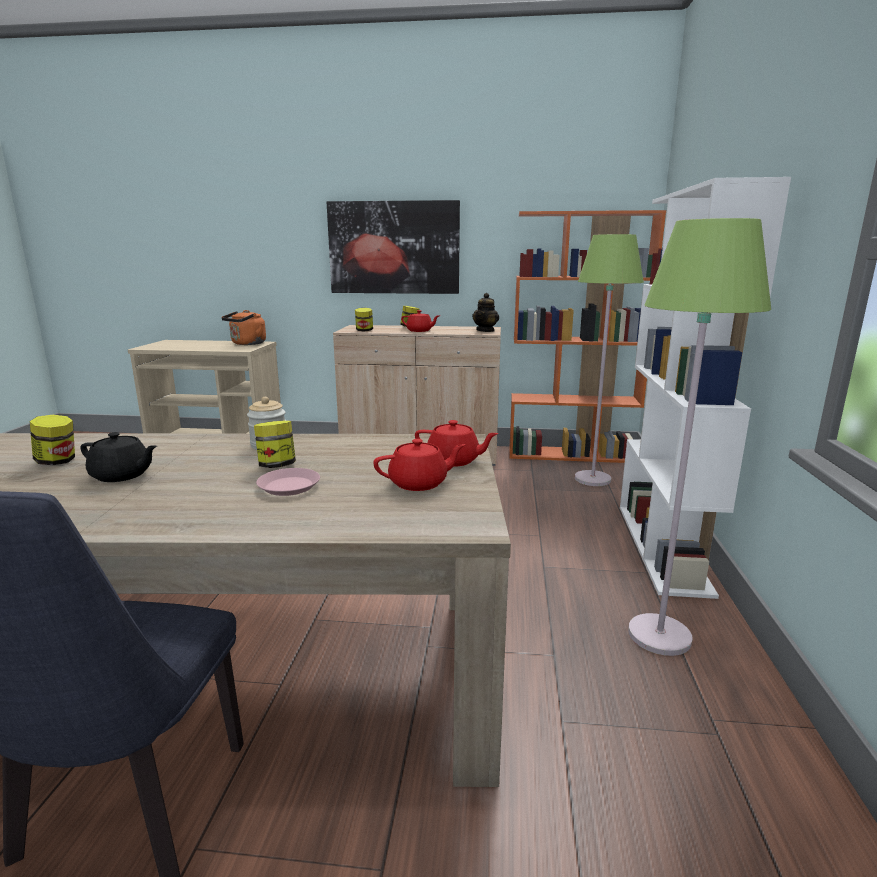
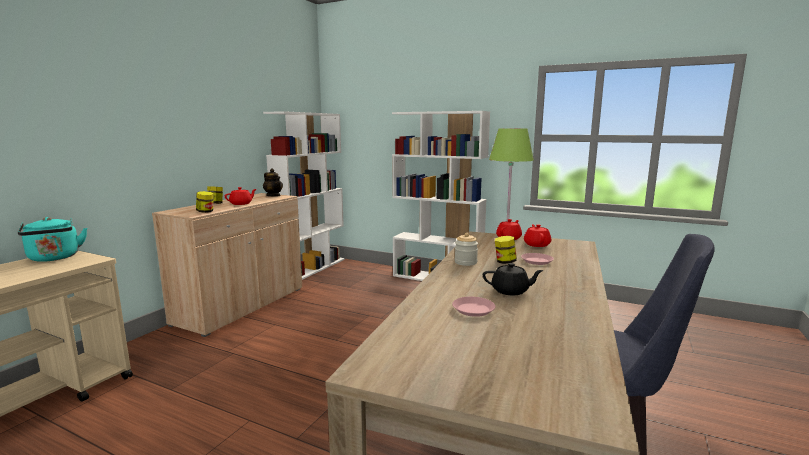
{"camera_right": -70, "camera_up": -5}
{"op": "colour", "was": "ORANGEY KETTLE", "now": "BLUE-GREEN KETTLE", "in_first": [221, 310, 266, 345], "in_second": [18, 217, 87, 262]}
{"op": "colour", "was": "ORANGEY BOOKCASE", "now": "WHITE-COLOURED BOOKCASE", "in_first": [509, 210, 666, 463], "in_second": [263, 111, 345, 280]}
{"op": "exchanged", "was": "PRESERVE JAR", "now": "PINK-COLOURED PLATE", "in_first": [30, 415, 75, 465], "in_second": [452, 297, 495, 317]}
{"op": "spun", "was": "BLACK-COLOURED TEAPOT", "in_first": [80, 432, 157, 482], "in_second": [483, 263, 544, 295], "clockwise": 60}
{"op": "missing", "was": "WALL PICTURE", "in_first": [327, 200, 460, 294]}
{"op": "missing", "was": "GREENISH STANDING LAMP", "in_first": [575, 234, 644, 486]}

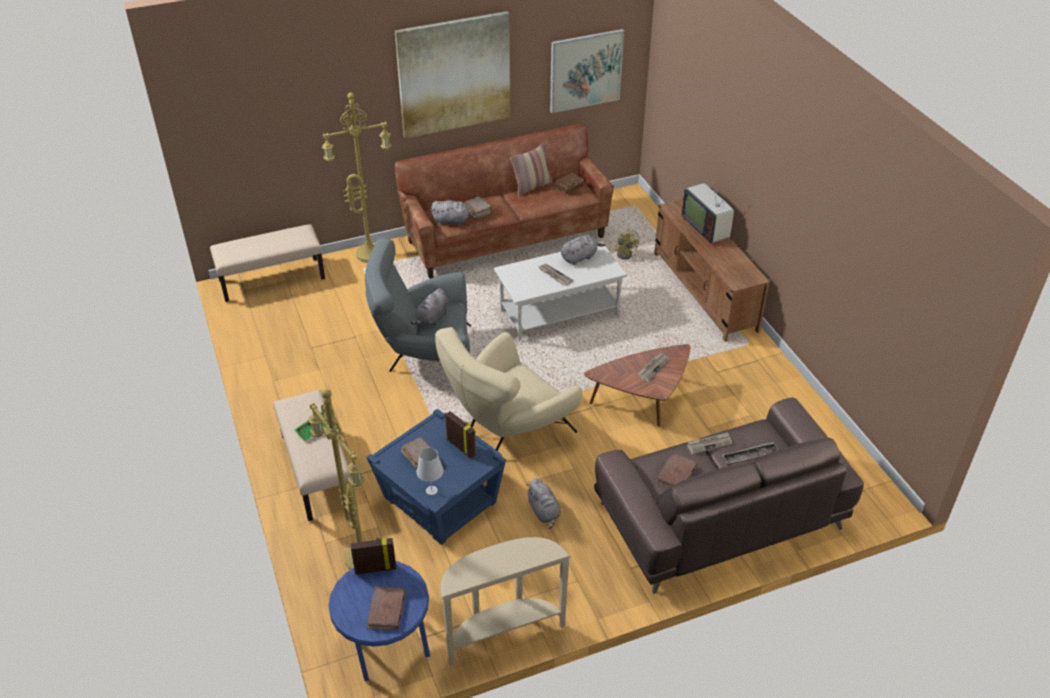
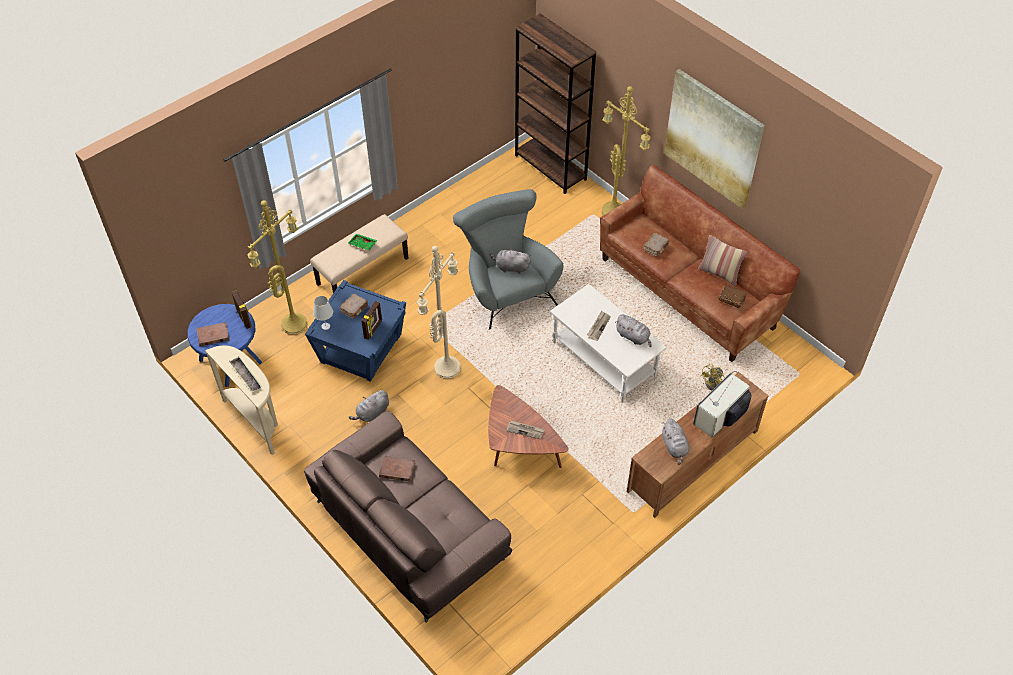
{"camera_right": 70, "camera_up": 10}
{"op": "relocated", "was": "TRAY", "in_first": [722, 442, 779, 465], "in_second": [229, 356, 262, 391]}
{"op": "exchanged", "was": "BEIGE ARMCHAIR", "now": "BEIGE STANDING LAMP", "in_first": [435, 327, 582, 451], "in_second": [417, 246, 461, 379]}
{"op": "exchanged", "was": "BEIGE INDOOR BENCH", "now": "BROWNISH BOOKCASE", "in_first": [210, 224, 325, 302], "in_second": [515, 13, 597, 194]}
{"op": "relocated", "was": "GREYISH CUDDLY TOY", "in_first": [431, 200, 476, 226], "in_second": [662, 418, 689, 465]}
{"op": "missing", "was": "WALL PICTURE", "in_first": [550, 29, 624, 113]}
{"op": "missing", "was": "DAILY PAPER", "in_first": [687, 432, 732, 455]}

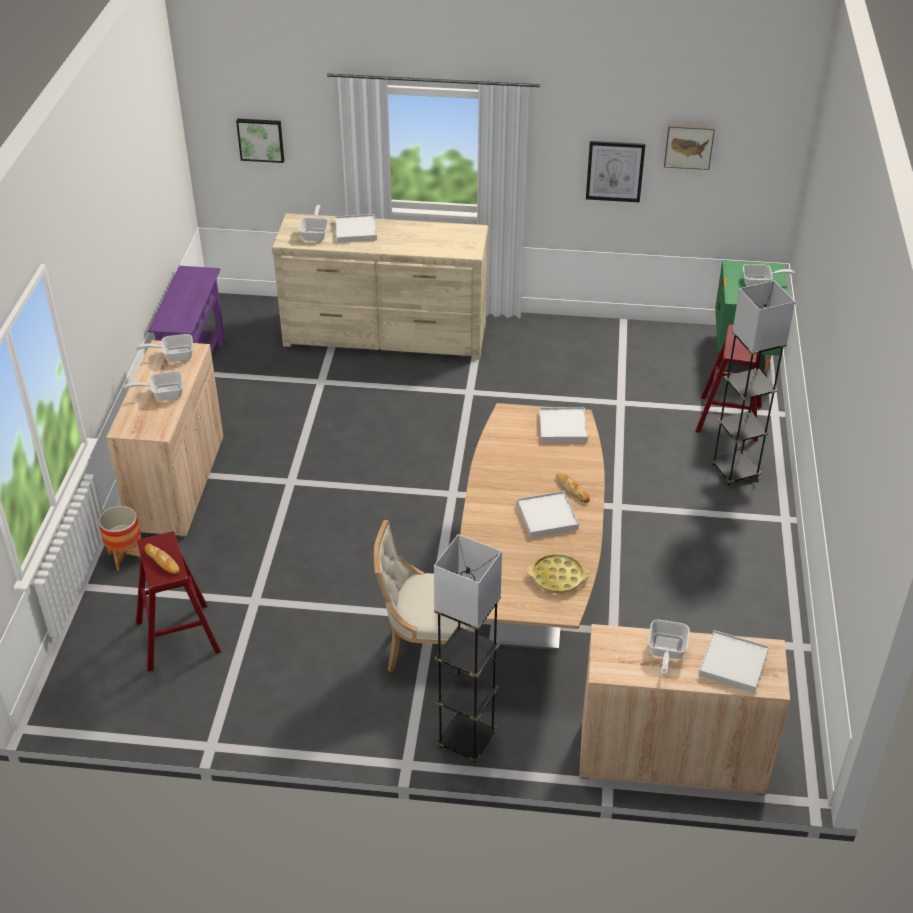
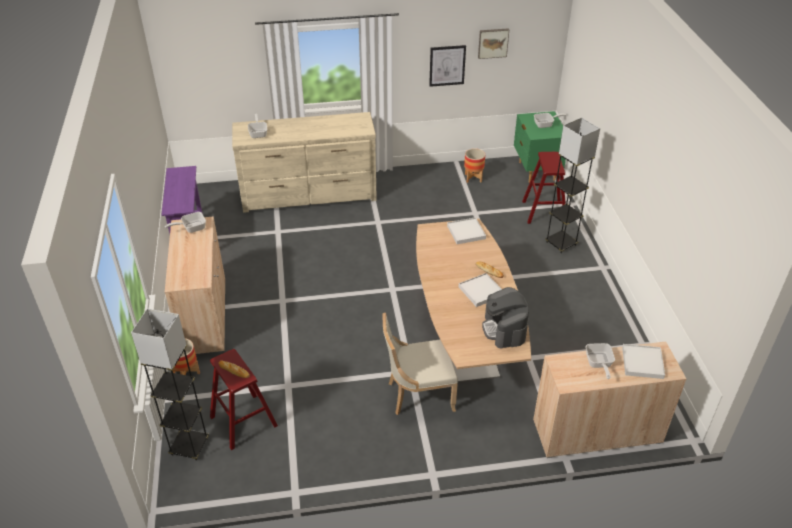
{"camera_right": -15, "camera_up": 0}
{"op": "relocated", "was": "GREYISH STANDING LAMP", "in_first": [434, 534, 502, 763], "in_second": [131, 309, 209, 460]}
{"op": "appeared", "now": "PLANT POT", "in_second": [464, 148, 485, 183]}
{"op": "exchanged", "was": "YELLOWISH TRAY", "now": "COFFEE BREWER", "in_first": [527, 553, 589, 593], "in_second": [482, 287, 529, 348]}
{"op": "missing", "was": "FRYING PAN", "in_first": [124, 371, 184, 401]}
{"op": "missing", "was": "WALL PICTURE", "in_first": [236, 119, 284, 163]}
{"op": "missing", "was": "WHITE-COLOURED TRAY", "in_first": [335, 214, 377, 243]}

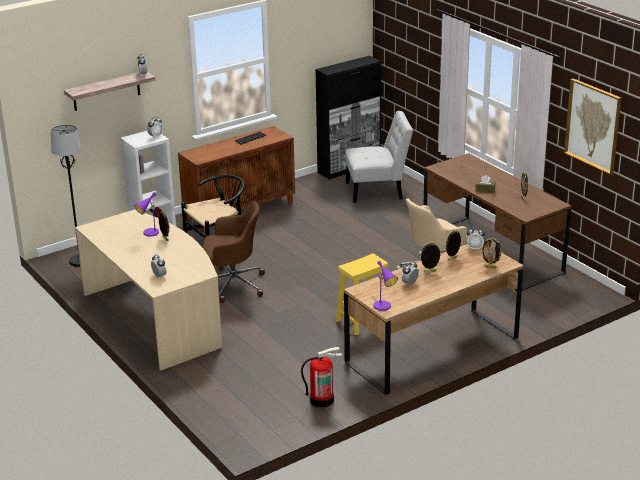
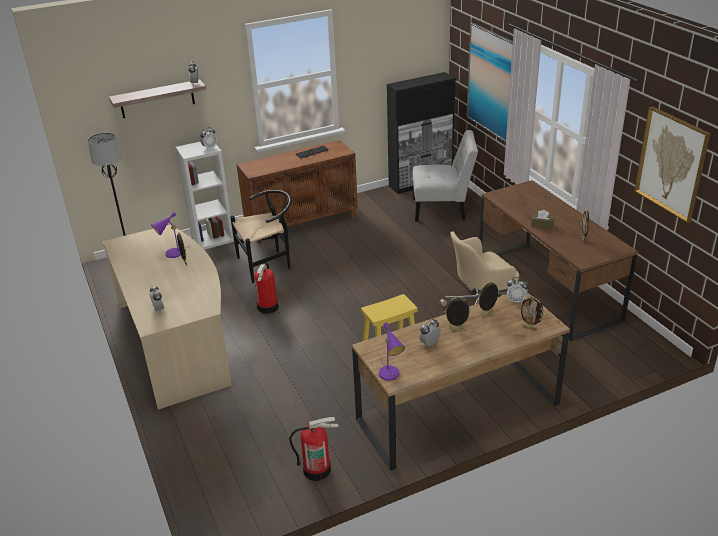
{"camera_right": 10, "camera_up": 5}
{"op": "exchanged", "was": "BROWNISH COMPUTER CHAIR", "now": "FIRE EXTINGUISHER", "in_first": [203, 201, 265, 303], "in_second": [254, 262, 279, 314]}
{"op": "appeared", "now": "WALL PICTURE", "in_second": [467, 23, 513, 142]}

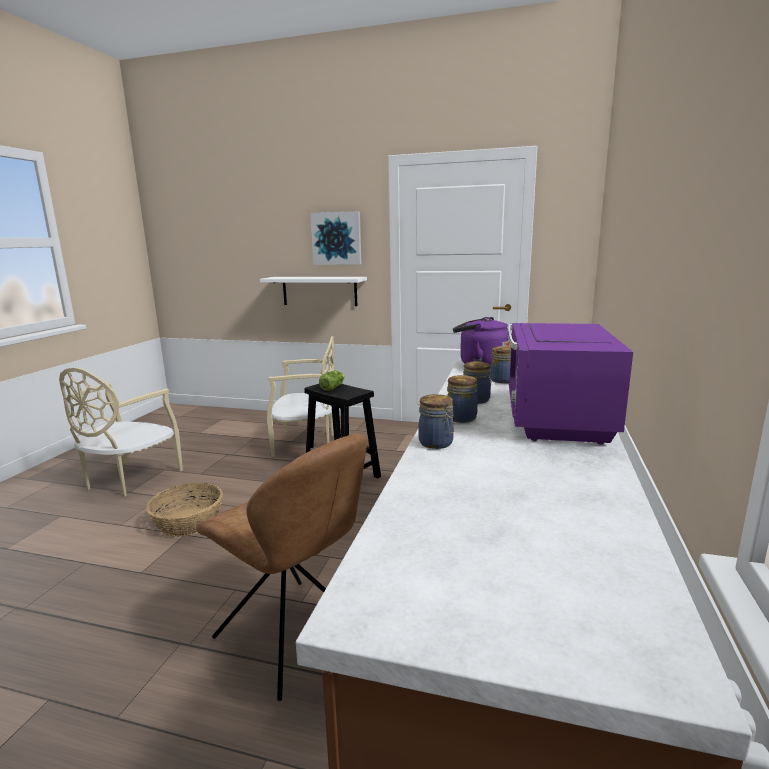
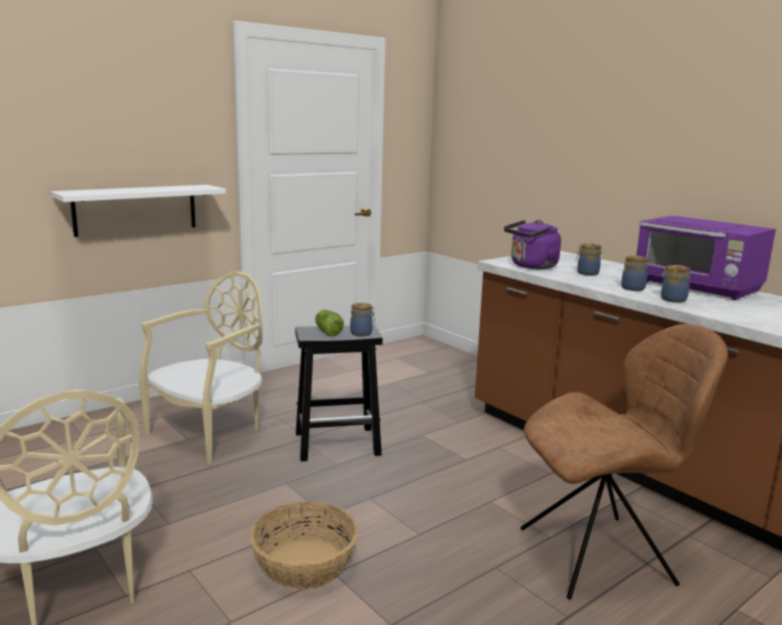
{"camera_right": -55, "camera_up": 0}
{"op": "relocated", "was": "PRESERVE JAR", "in_first": [418, 394, 454, 449], "in_second": [350, 303, 375, 336]}
{"op": "missing", "was": "WALL PICTURE", "in_first": [310, 211, 361, 265]}

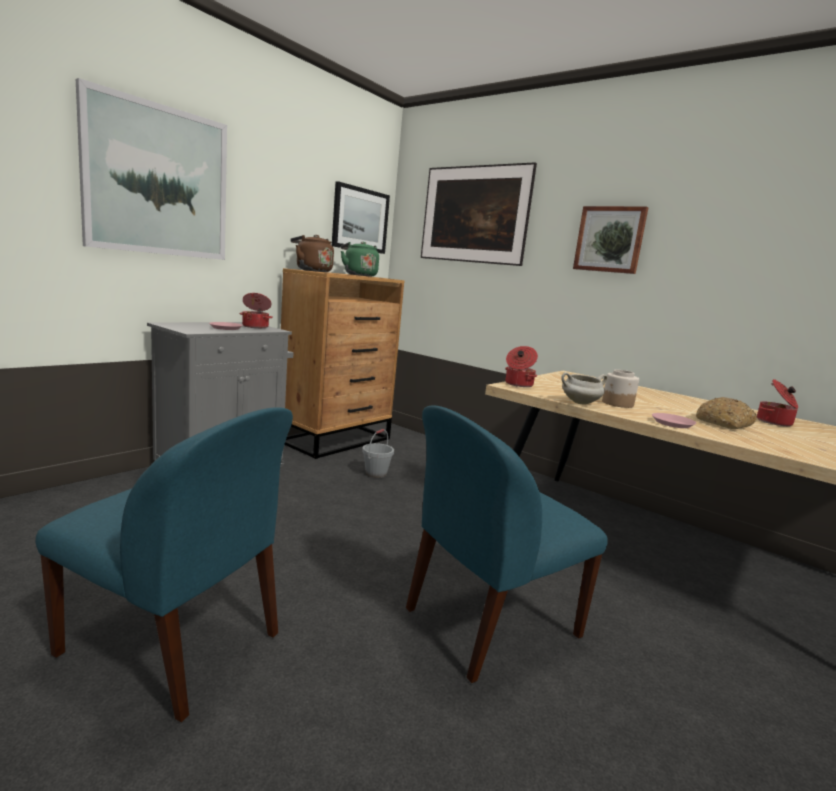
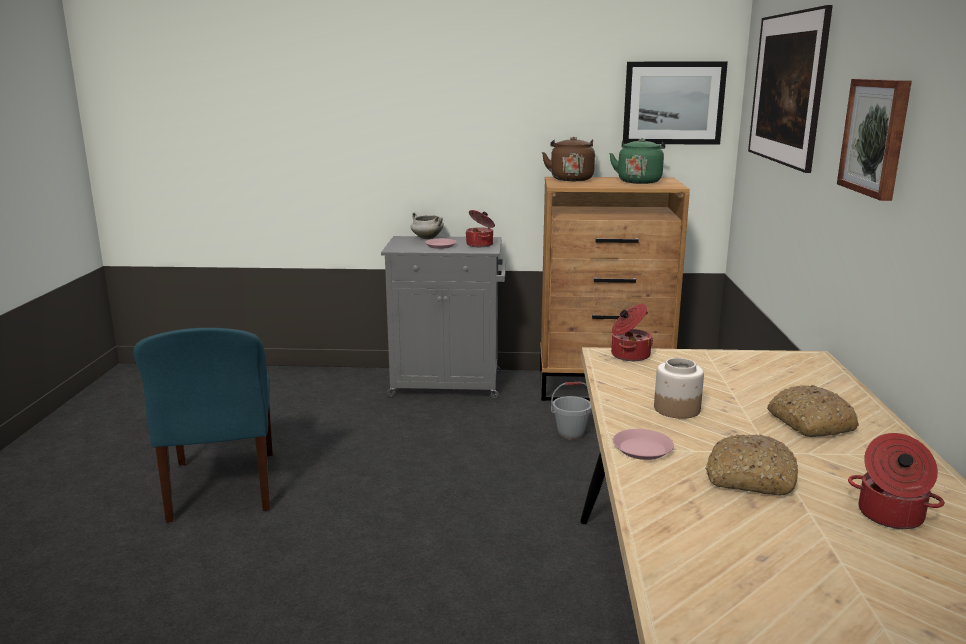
{"camera_right": 55, "camera_up": 5}
{"op": "relocated", "was": "WHITE-COLOURED STOCKPOT", "in_first": [561, 372, 608, 405], "in_second": [411, 212, 444, 239]}
{"op": "appeared", "now": "BAKERY BREAD", "in_second": [767, 385, 859, 437]}
{"op": "missing", "was": "WALL PICTURE", "in_first": [76, 78, 227, 260]}
{"op": "missing", "was": "BLUE CHAIR", "in_first": [406, 405, 608, 683]}

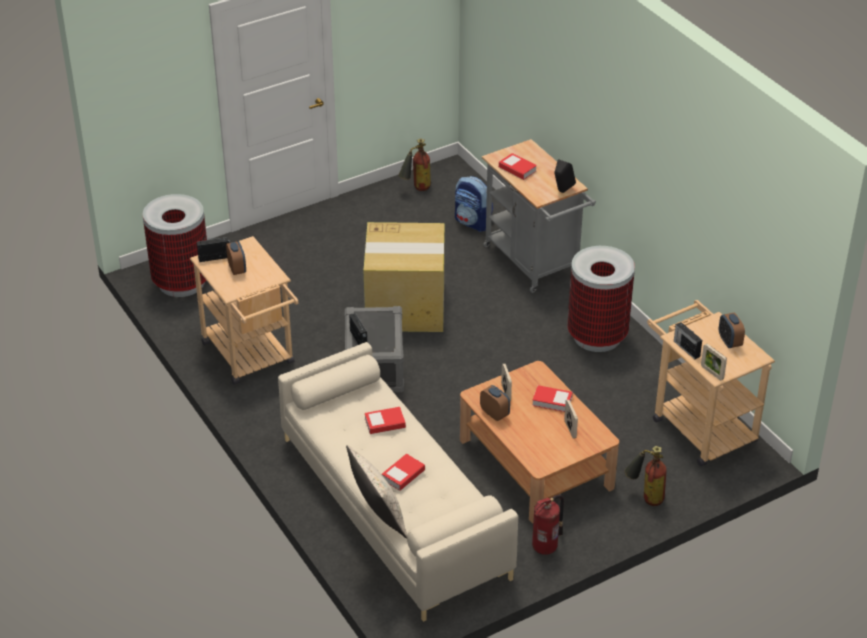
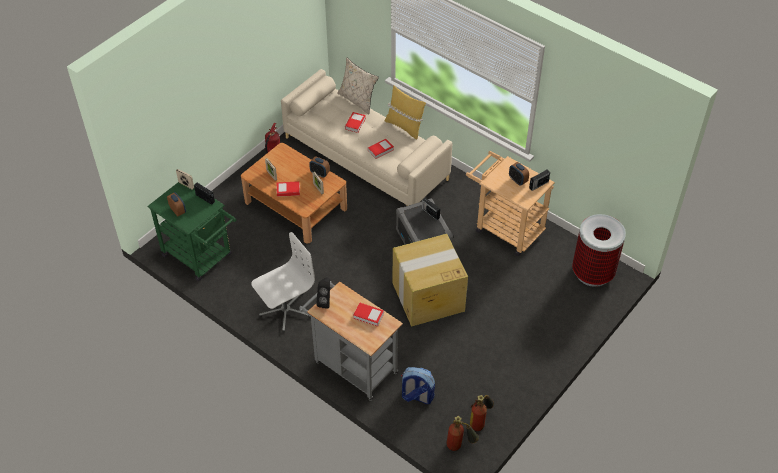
{"camera_right": 160, "camera_up": 10}
{"op": "colour", "was": "BEIGE CART", "now": "GREENISH CART", "in_first": [647, 300, 775, 466], "in_second": [147, 182, 236, 281]}
{"op": "exchanged", "was": "TRASH CAN", "now": "WHITE-COLOURED COMPUTER CHAIR", "in_first": [567, 246, 635, 352], "in_second": [251, 232, 315, 332]}
{"op": "appeared", "now": "YELLOWISH PILLOW", "in_second": [385, 86, 426, 140]}
{"op": "relocated", "was": "FIRE EXTINGUISHER", "in_first": [624, 446, 667, 506], "in_second": [446, 416, 479, 451]}

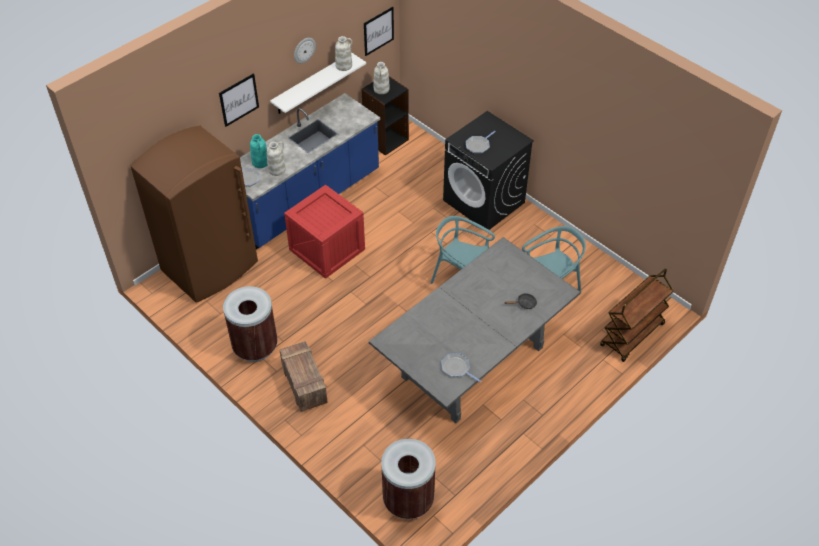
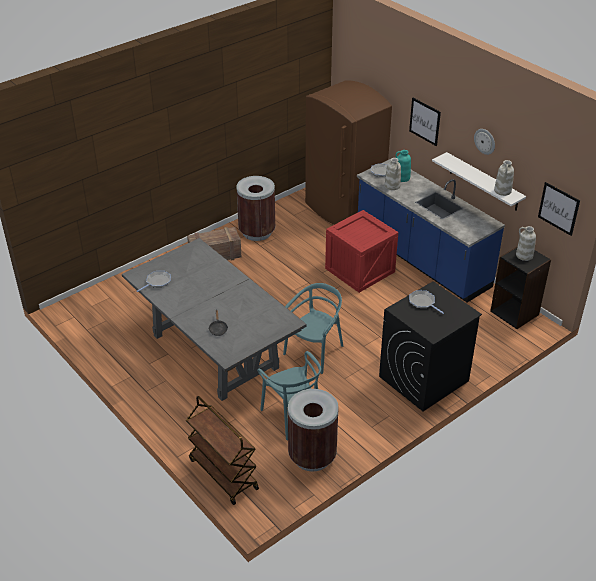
{"camera_right": 95, "camera_up": -10}
{"op": "relocated", "was": "BROWNISH TRASH CAN", "in_first": [381, 438, 436, 519], "in_second": [288, 389, 339, 471]}

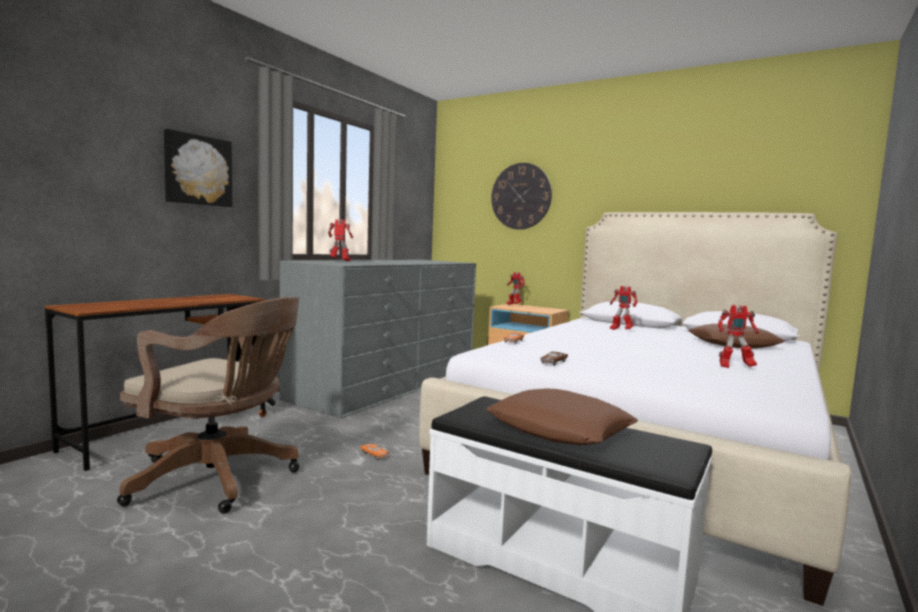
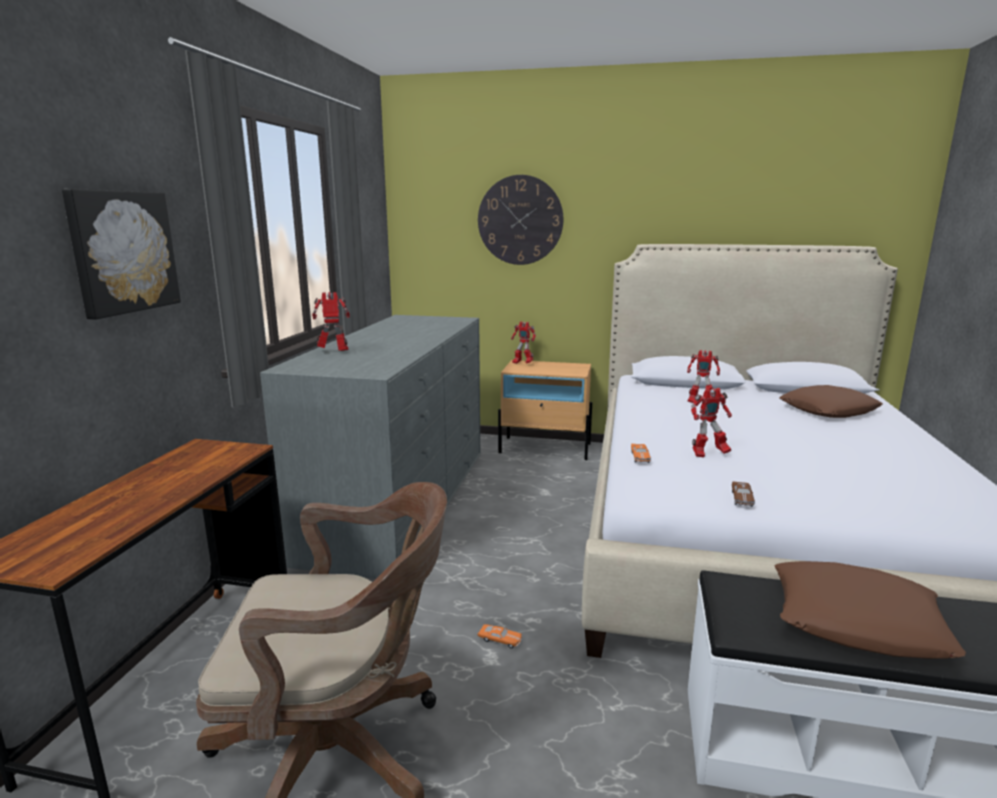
{"camera_right": -20, "camera_up": 10}
{"op": "relocated", "was": "MODEL ROBOT", "in_first": [718, 305, 759, 368], "in_second": [691, 388, 732, 458]}

